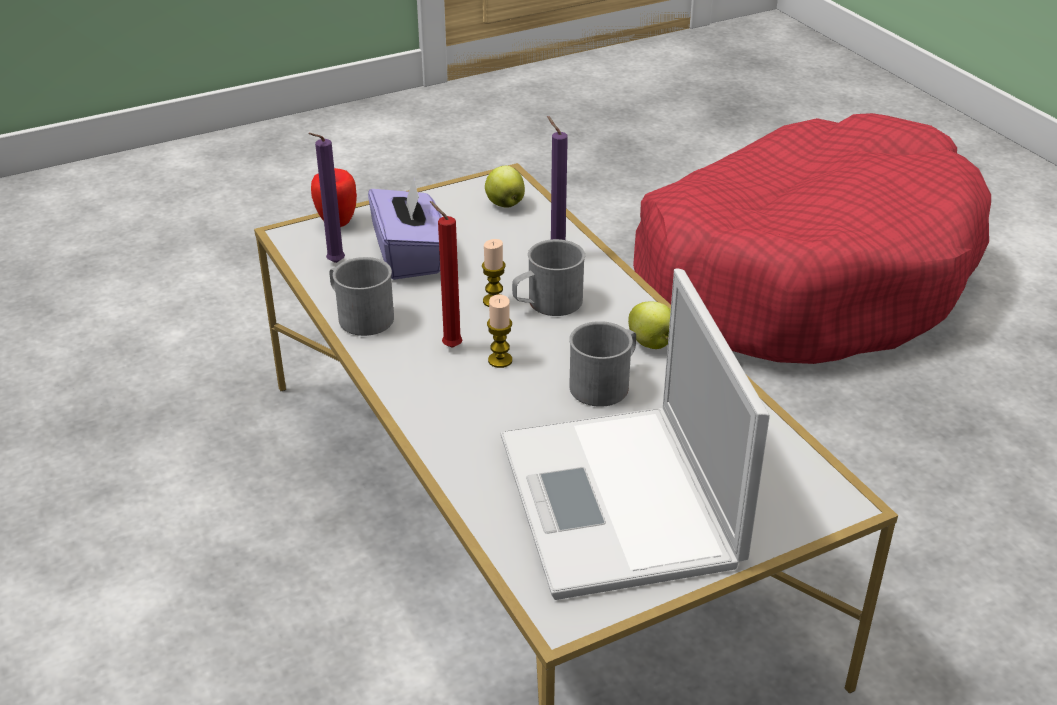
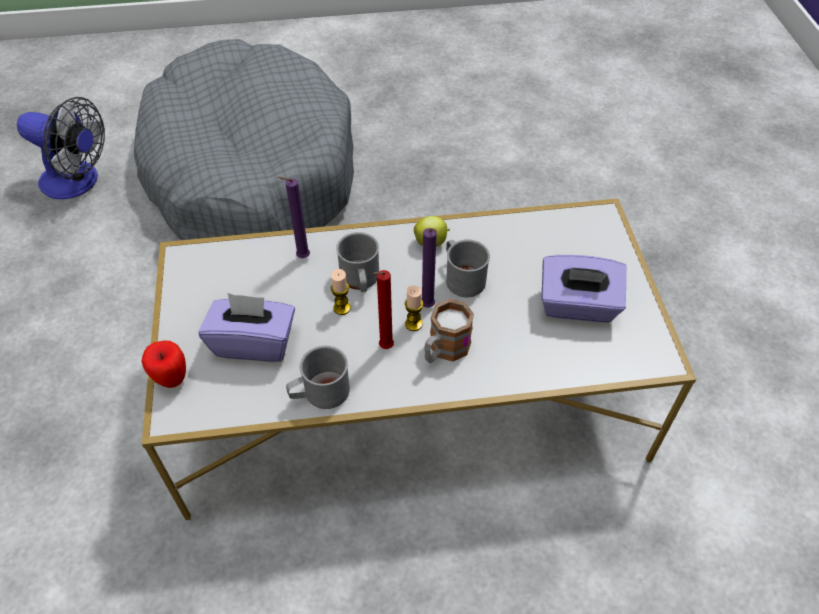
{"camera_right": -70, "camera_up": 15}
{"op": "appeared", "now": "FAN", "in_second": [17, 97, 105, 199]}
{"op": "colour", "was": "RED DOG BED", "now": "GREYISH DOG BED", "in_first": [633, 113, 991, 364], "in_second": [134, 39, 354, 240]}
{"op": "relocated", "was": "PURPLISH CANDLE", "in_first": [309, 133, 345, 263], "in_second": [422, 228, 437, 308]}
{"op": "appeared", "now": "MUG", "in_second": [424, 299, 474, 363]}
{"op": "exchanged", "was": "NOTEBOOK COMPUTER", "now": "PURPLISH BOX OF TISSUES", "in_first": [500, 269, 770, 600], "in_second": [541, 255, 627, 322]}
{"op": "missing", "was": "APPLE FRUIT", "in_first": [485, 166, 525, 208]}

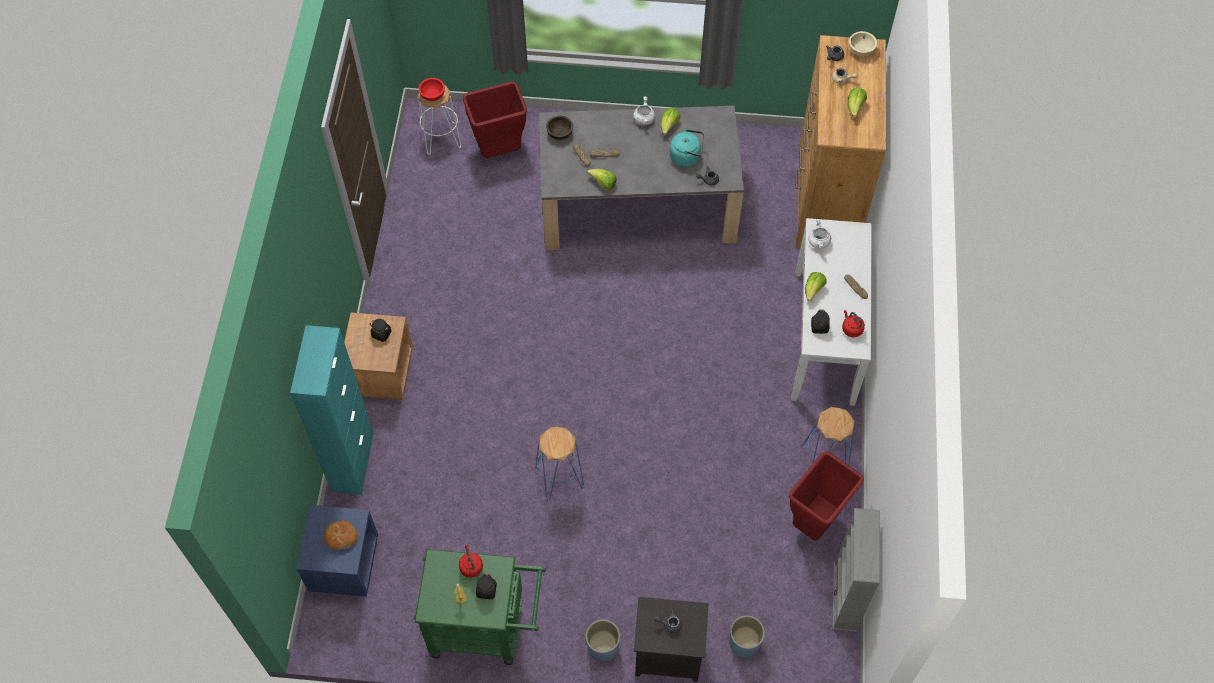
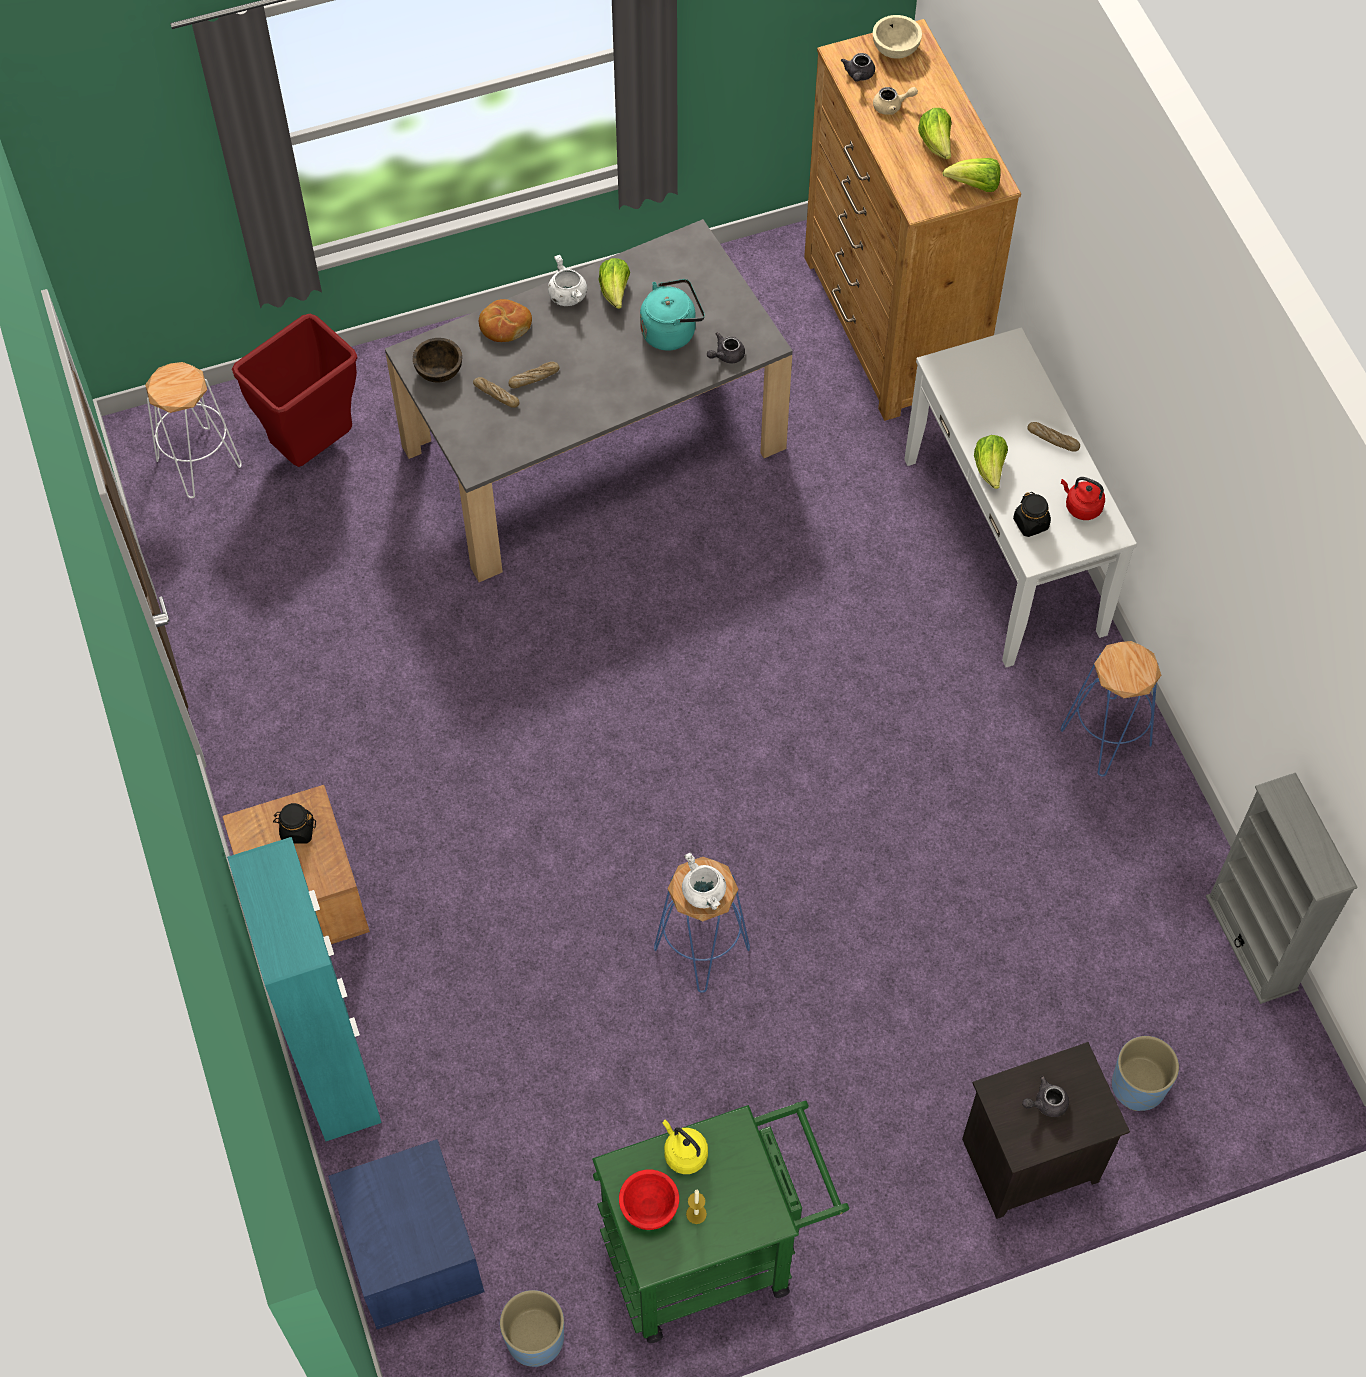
{"camera_right": -25, "camera_up": 0}
{"op": "relocated", "was": "BAKERY BREAD", "in_first": [324, 520, 358, 550], "in_second": [479, 299, 532, 342]}
{"op": "relocated", "was": "BLUE PLANT POT", "in_first": [586, 620, 620, 661], "in_second": [500, 1290, 564, 1367]}
{"op": "relocated", "was": "RED BOWL", "in_first": [418, 78, 445, 101], "in_second": [619, 1169, 679, 1230]}
{"op": "colour", "was": "RED KETTLE", "now": "YELLOWISH KETTLE", "in_first": [459, 545, 483, 578], "in_second": [663, 1119, 708, 1174]}
{"op": "relocated", "was": "WHITE-COLOURED STOCKPOT", "in_first": [808, 219, 831, 249], "in_second": [682, 852, 726, 910]}
{"op": "relocated", "was": "LETTUCE HEAD", "in_first": [587, 169, 617, 190], "in_second": [942, 158, 1000, 192]}
{"op": "missing", "was": "BLACK-COLOURED PRESERVE JAR", "in_first": [476, 573, 497, 599]}
{"op": "missing", "was": "RED TRASH CAN", "in_first": [789, 451, 864, 541]}

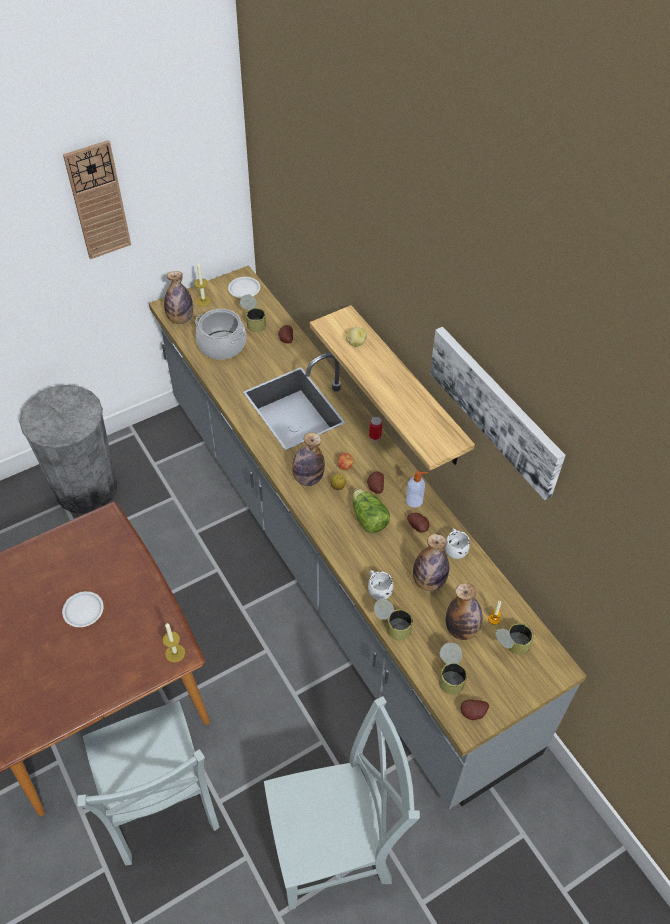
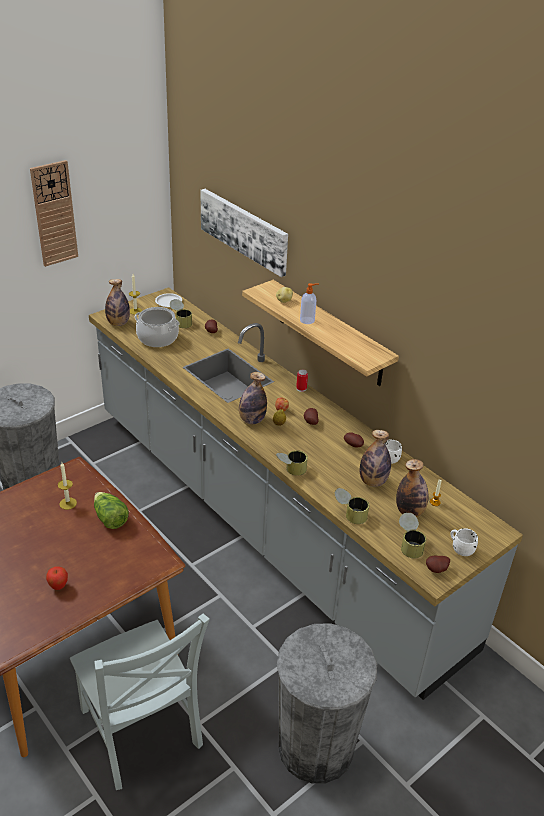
{"camera_right": -10, "camera_up": -15}
{"op": "appeared", "now": "APPLE FRUIT", "in_second": [46, 566, 68, 590]}
{"op": "relocated", "was": "CANDLE", "in_first": [163, 623, 185, 663], "in_second": [58, 463, 77, 510]}
{"op": "relocated", "was": "LETTUCE HEAD", "in_first": [353, 489, 390, 533], "in_second": [94, 492, 129, 529]}
{"op": "relocated", "was": "WALL PICTURE", "in_first": [430, 327, 566, 500], "in_second": [200, 189, 288, 277]}
{"op": "relocated", "was": "SEALED CAN", "in_first": [495, 623, 534, 655], "in_second": [276, 450, 308, 476]}
{"op": "exchanged", "was": "GREYISH CHAIR", "now": "GREYISH TRASH CAN", "in_first": [264, 696, 420, 910], "in_second": [277, 624, 377, 784]}
{"op": "relocated", "was": "SOAP DISPENSER", "in_first": [406, 471, 428, 508], "in_second": [300, 283, 319, 324]}
{"op": "relocated", "was": "WHITE-COLOURED MUG", "in_first": [368, 570, 393, 600], "in_second": [451, 528, 478, 556]}
{"op": "missing", "was": "WHITE-COLOURED PLATE", "in_first": [62, 591, 104, 627]}

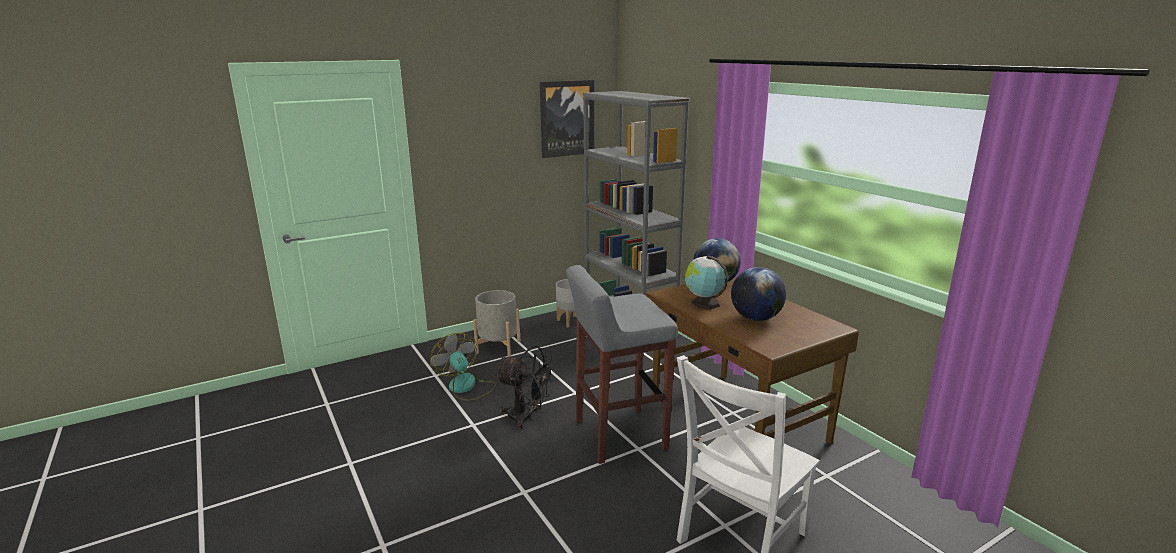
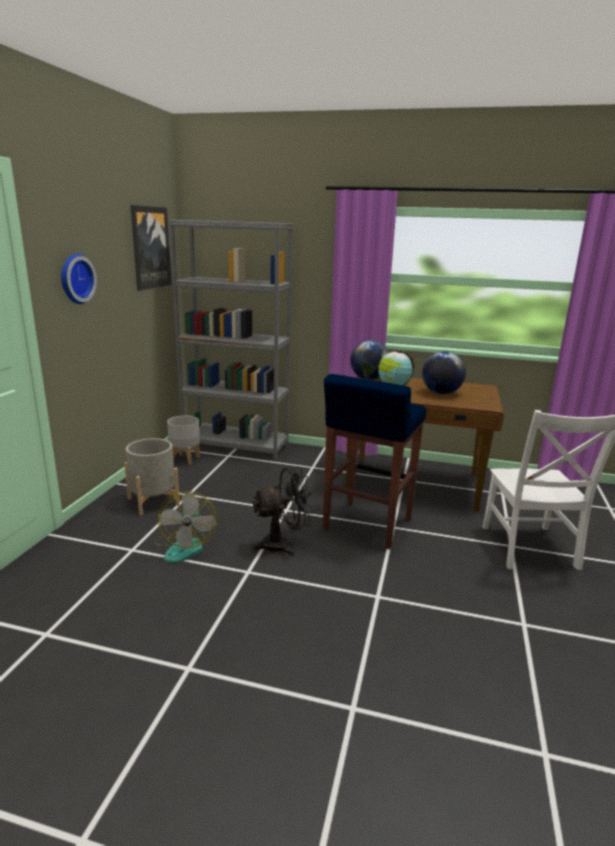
{"camera_right": -45, "camera_up": 0}
{"op": "appeared", "now": "HANGING CLOCK", "in_second": [61, 254, 97, 304]}
{"op": "spun", "was": "FAN", "in_first": [430, 333, 496, 401], "in_second": [154, 491, 217, 563], "clockwise": -105}
{"op": "colour", "was": "GREYISH SITTING STOOL", "now": "BLUE SITTING STOOL", "in_first": [566, 265, 678, 464], "in_second": [323, 374, 426, 549]}

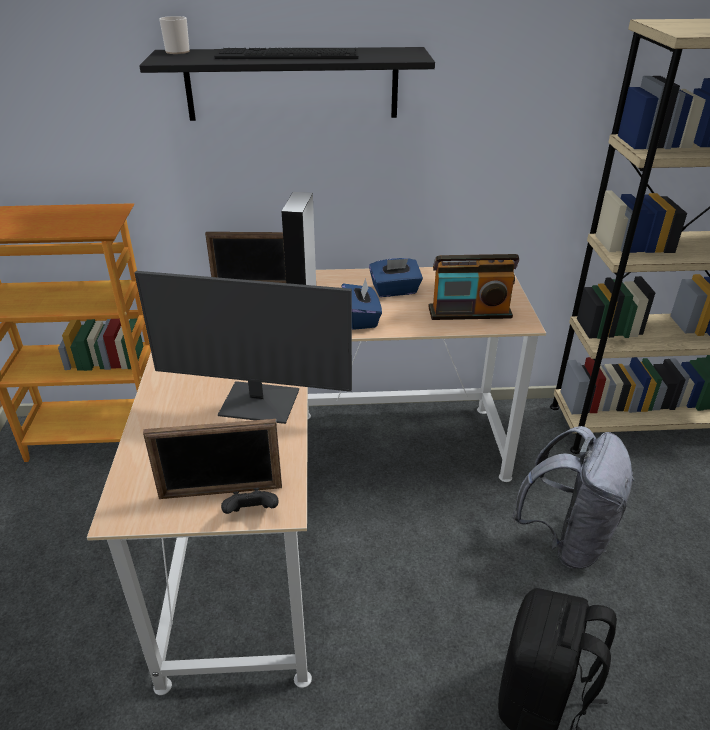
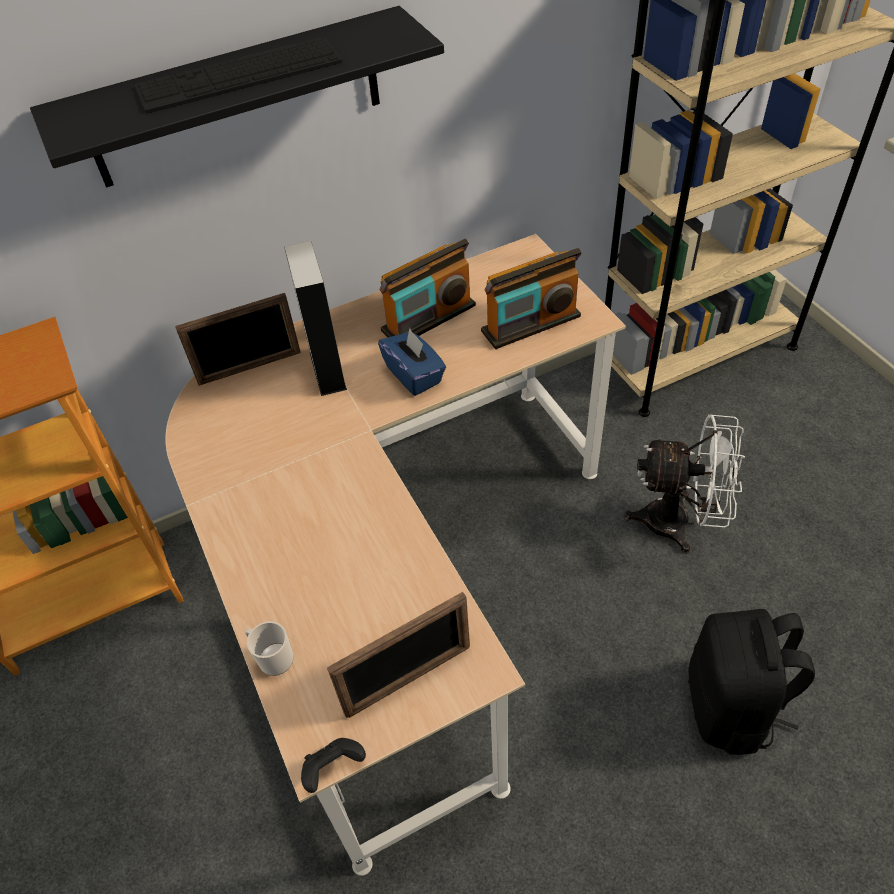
{"camera_right": -20, "camera_up": 15}
{"op": "relocated", "was": "MUG", "in_first": [159, 16, 190, 54], "in_second": [245, 621, 294, 676]}
{"op": "relocated", "was": "BLACK-COLOURED GAMEPAD", "in_first": [221, 488, 279, 514], "in_second": [301, 738, 366, 793]}
{"op": "exchanged", "was": "BLUE BOX OF TISSUES", "now": "RADIO SET", "in_first": [369, 258, 423, 297], "in_second": [379, 239, 476, 337]}
{"op": "exchanged", "was": "GREYISH KNAPSACK", "now": "WHITE-COLOURED FAN", "in_first": [512, 426, 635, 569], "in_second": [624, 414, 745, 554]}
{"op": "missing", "was": "COMPUTER SCREEN", "in_first": [135, 271, 352, 424]}

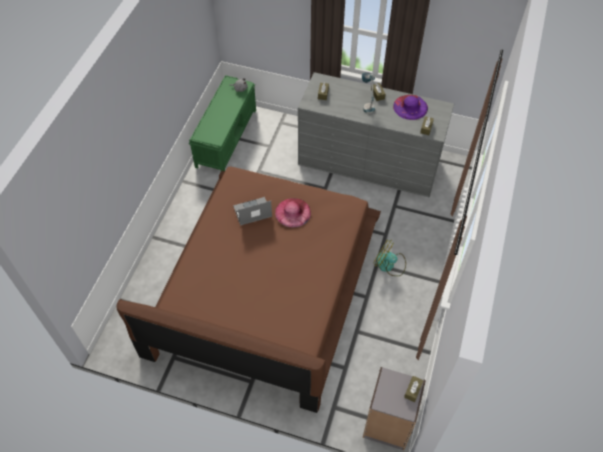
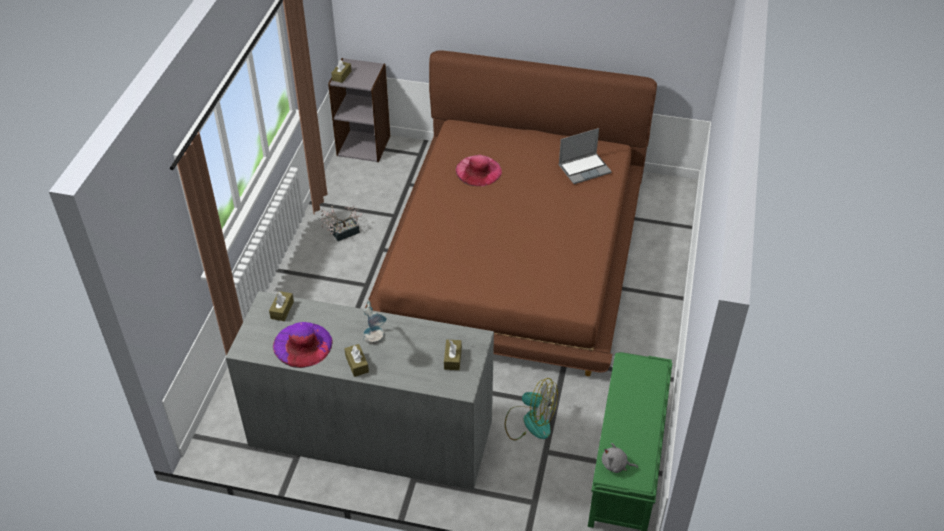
{"camera_right": 175, "camera_up": -10}
{"op": "appeared", "now": "POTTED PLANT", "in_second": [321, 205, 362, 241]}
{"op": "relocated", "was": "PINK-COLOURED CLOTHING HAT", "in_first": [275, 198, 311, 227], "in_second": [456, 155, 502, 186]}
{"op": "relocated", "was": "FAN", "in_first": [373, 239, 406, 276], "in_second": [505, 378, 558, 440]}
{"op": "relocated", "was": "NOTEBOOK COMPUTER", "in_first": [233, 197, 272, 226], "in_second": [558, 128, 612, 184]}

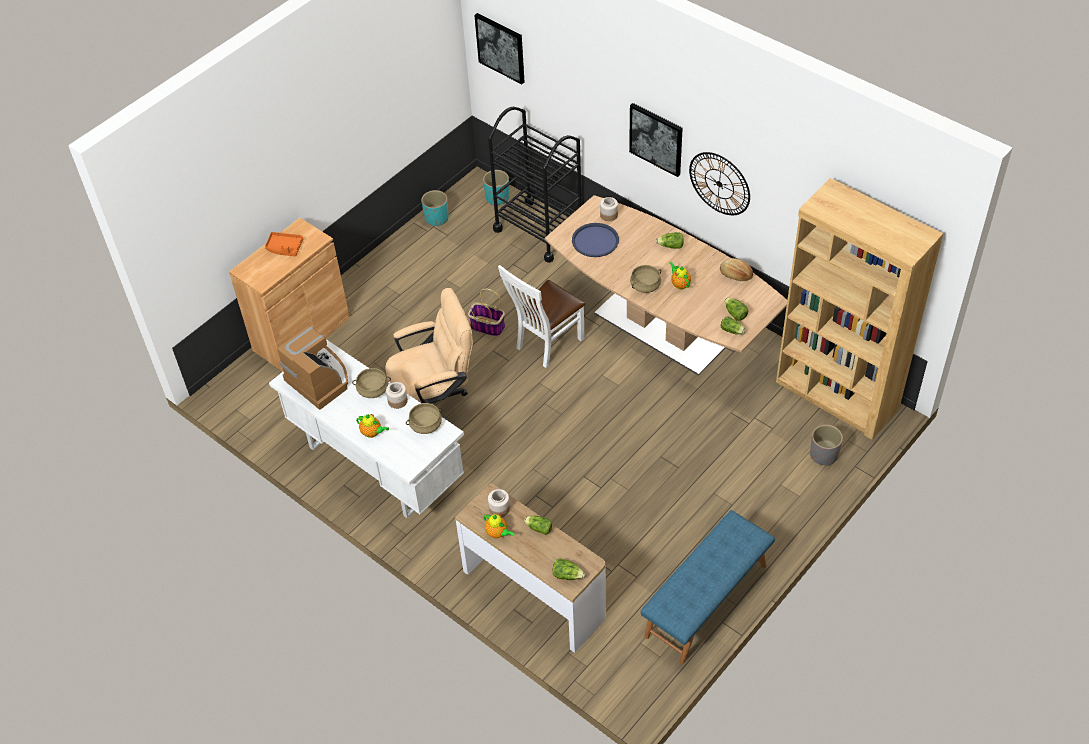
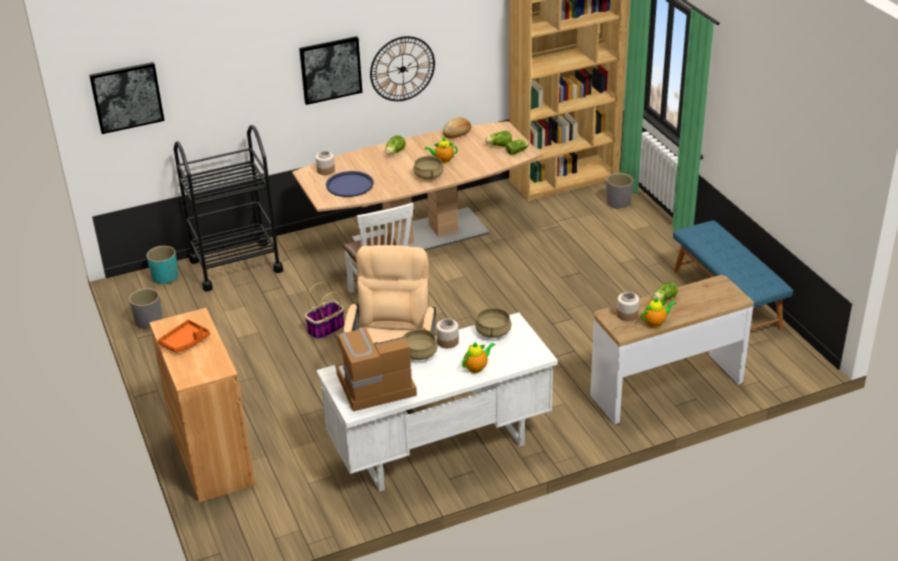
{"camera_right": -65, "camera_up": -15}
{"op": "colour", "was": "BLUE-GREEN PLANT POT", "now": "GREYISH PLANT POT", "in_first": [421, 190, 448, 226], "in_second": [129, 288, 163, 329]}
{"op": "missing", "was": "LETTUCE HEAD", "in_first": [553, 558, 585, 580]}

